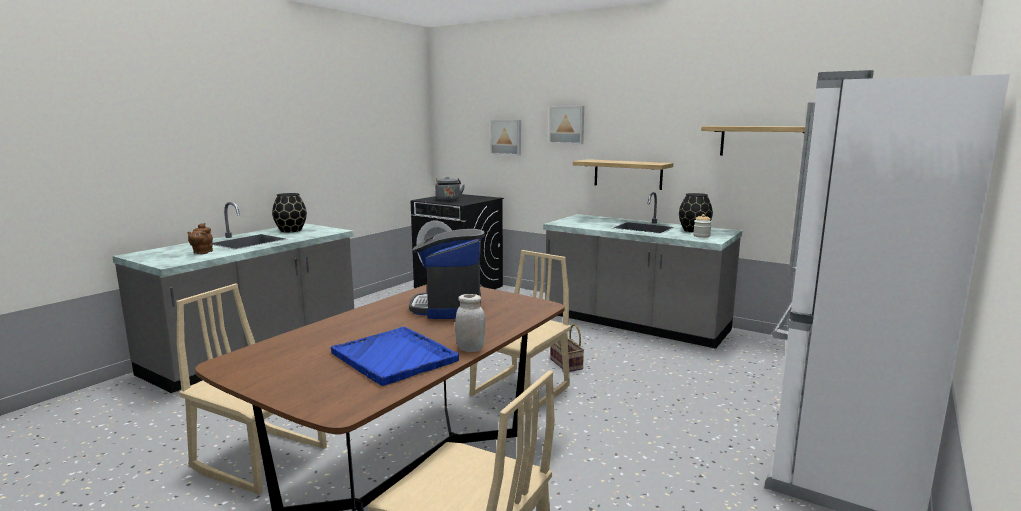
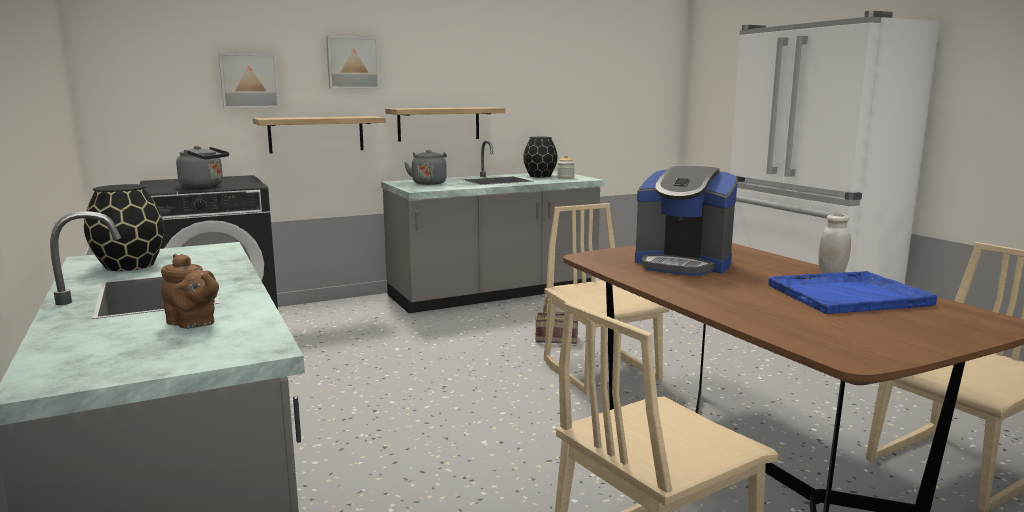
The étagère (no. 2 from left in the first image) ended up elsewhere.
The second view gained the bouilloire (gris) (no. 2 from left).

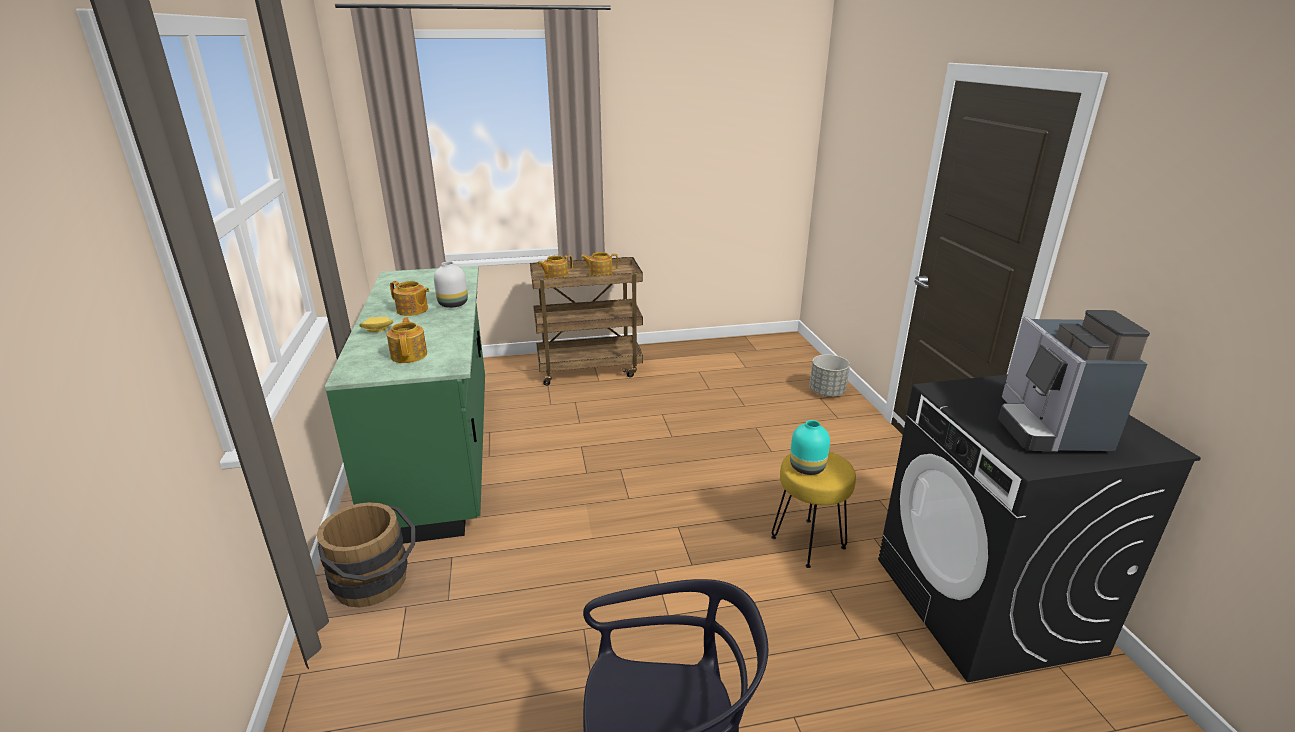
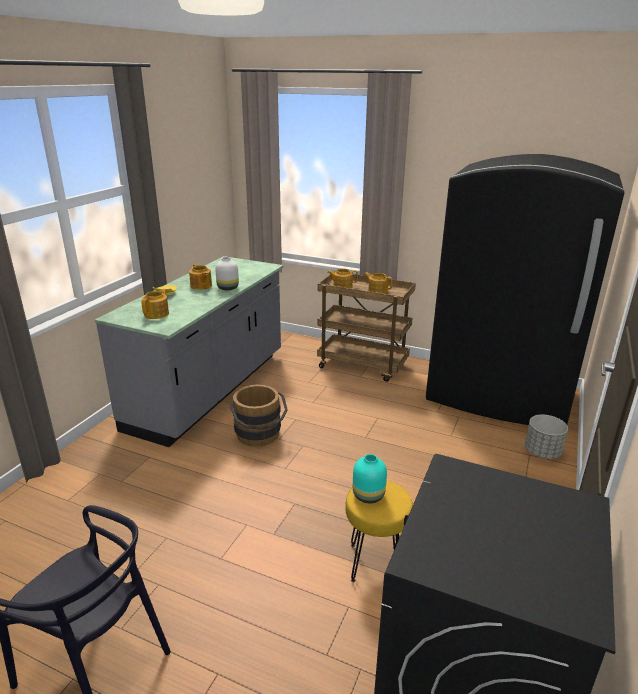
What was the comptoir de cuisine (vert) turned into the comptoir de cuisine (gris).
The second view lost the machine à café.
The seau (marron) ended up elsewhere.
The second view gained the réfrigérateur (noir).

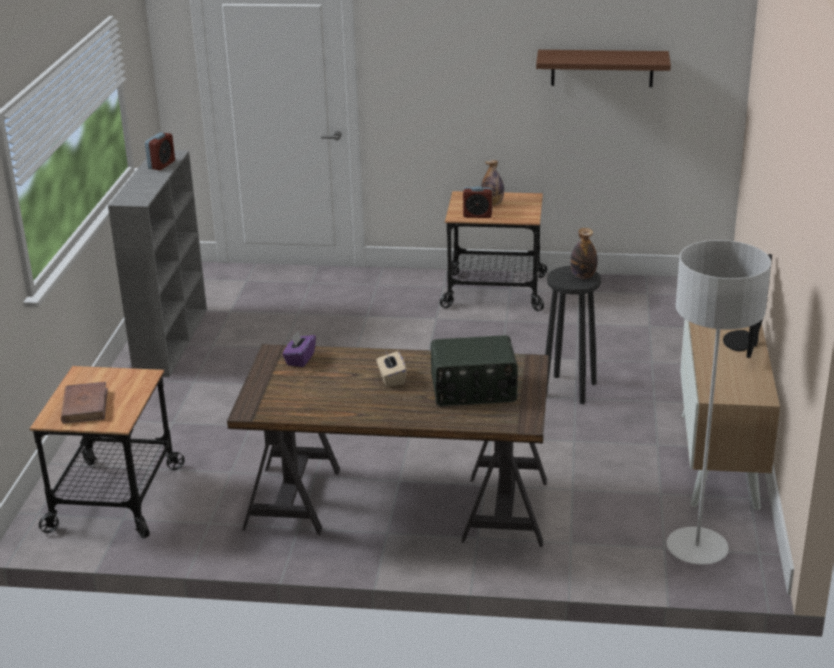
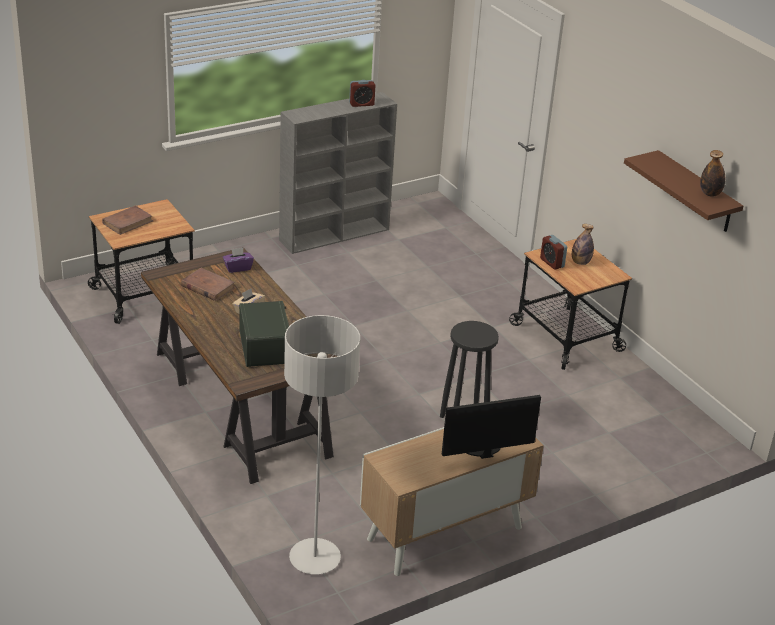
The bouteille (no. 2 from left) ended up elsewhere.
The radio ended up facing another way, 150 degrees counterclockwise from before.
The second view gained the livre (marron) (no. 2 from left).

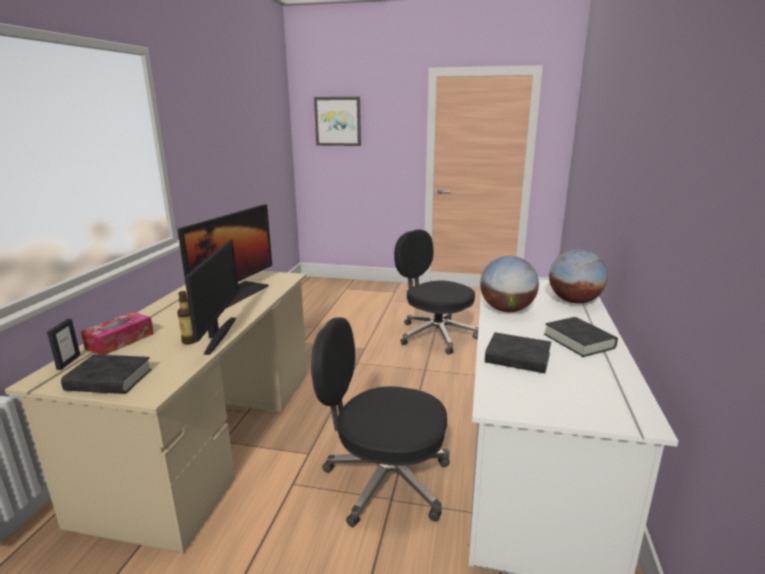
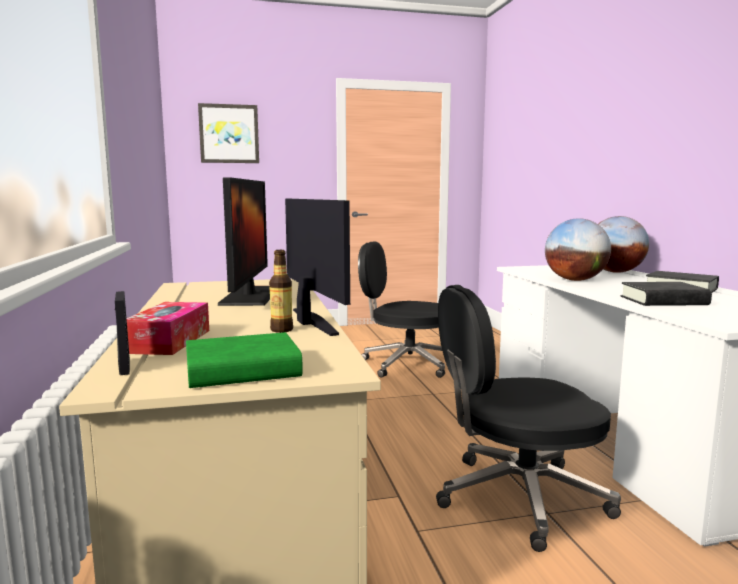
What was the livre (noir) (no. 1 from left) turned into the livre (vert).

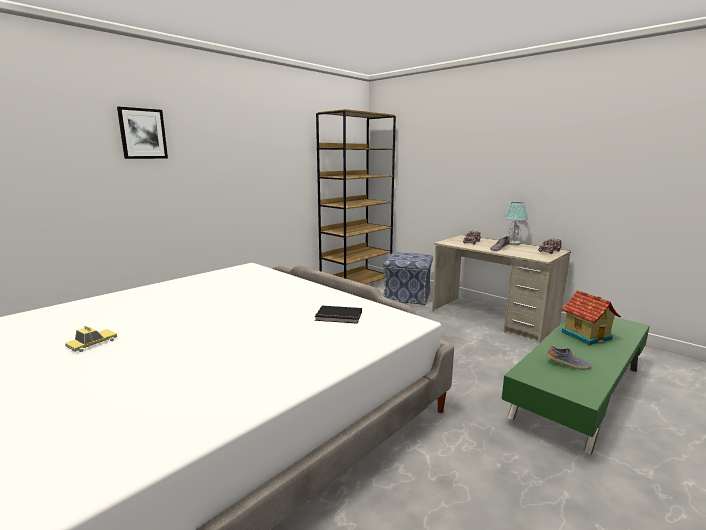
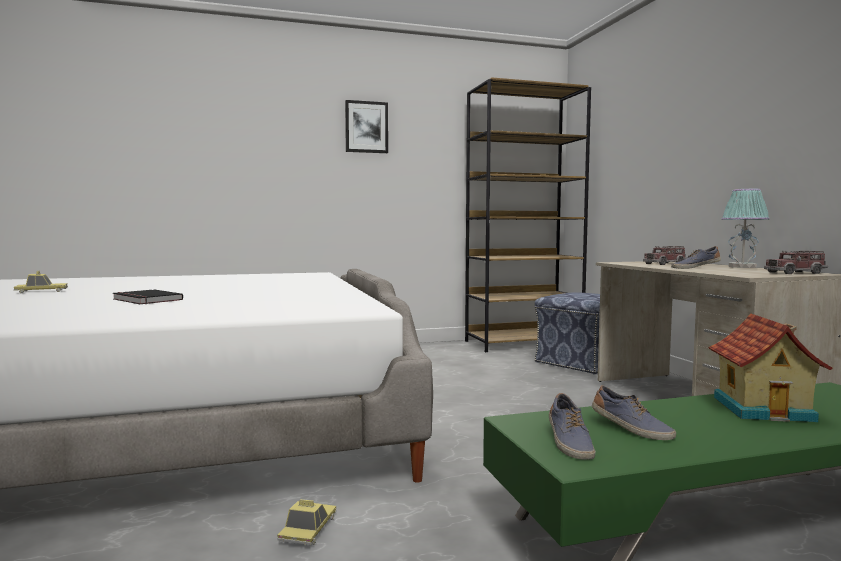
The tableau ended up elsewhere.
The livre (noir) ended up elsewhere.
The second view gained the chaussure (no. 1 from left).
The second view gained the petite voiture (no. 2 from left).

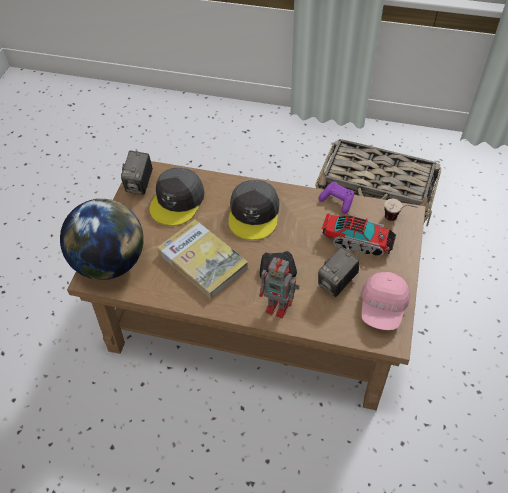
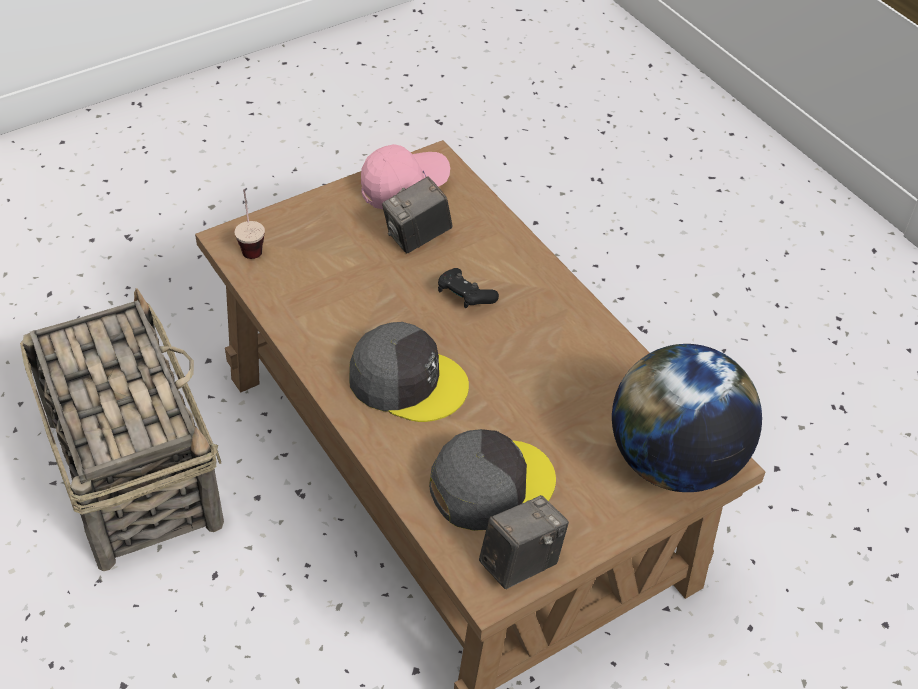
The casquette (gris) (no. 2 from left in the first image) ended up facing another way, 60 degrees clockwise from before.
The second view lost the manette (violet).
The second view lost the camion jouet.
The second view lost the livre.
The appareil photo (no. 2 from left in the first image) ended up facing another way, 150 degrees clockwise from before.
The second view lost the robot jouet.

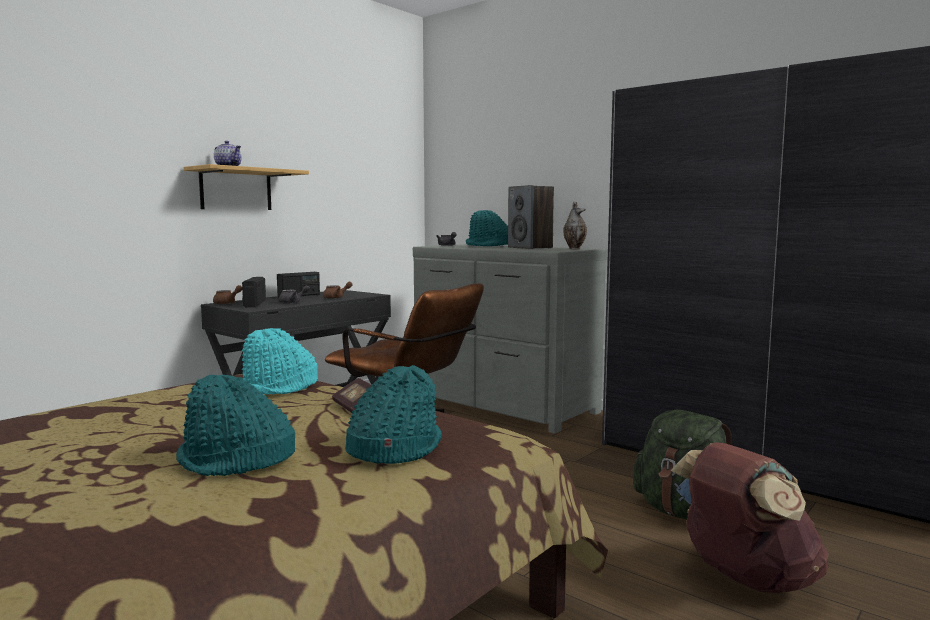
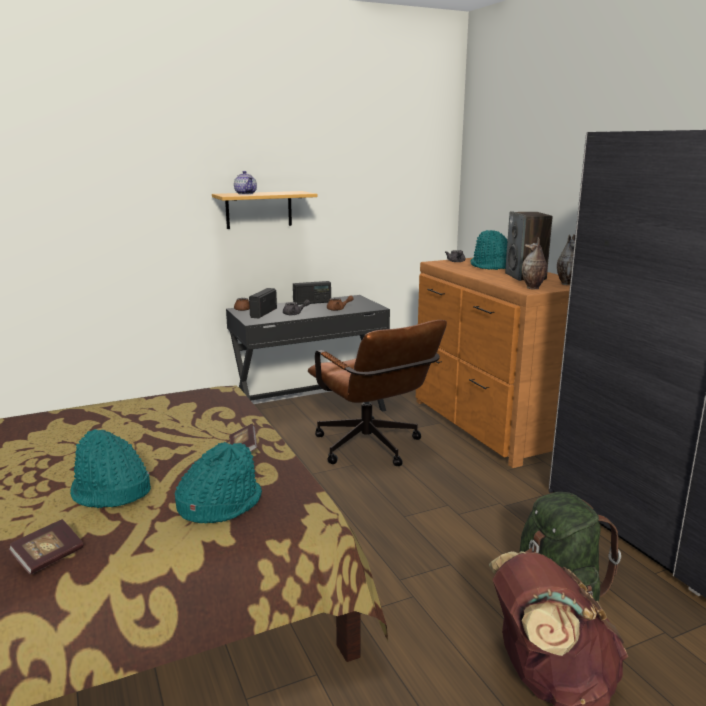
What was the commode (gris) turned into the commode (marron).
The second view lost the chapeau (turquoise) (no. 2 from left).
The second view gained the vase (no. 1 from left).
The second view gained the livre (no. 1 from left).

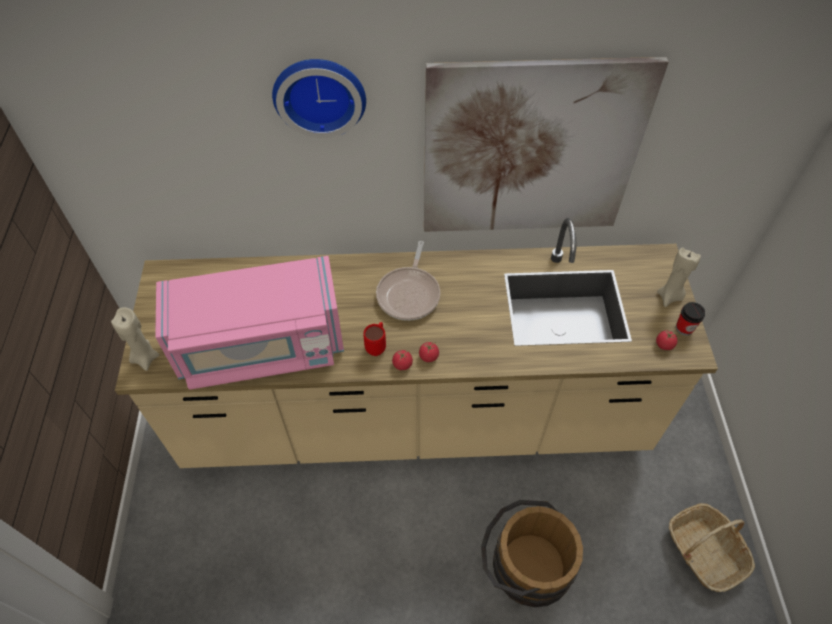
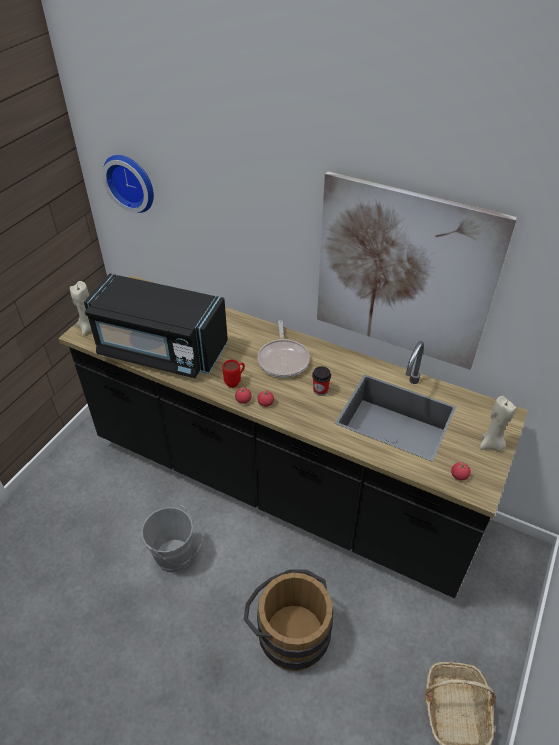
The horloge murale ended up elsewhere.
What was the comptoir de cuisine (beige) turned into the comptoir de cuisine (noir).
The poêle ended up facing another way, 45 degrees counterclockwise from before.
What was the micro-ondes (rose) turned into the micro-ondes (noir).
The tasse ended up elsewhere.
The second view gained the seau (gris).

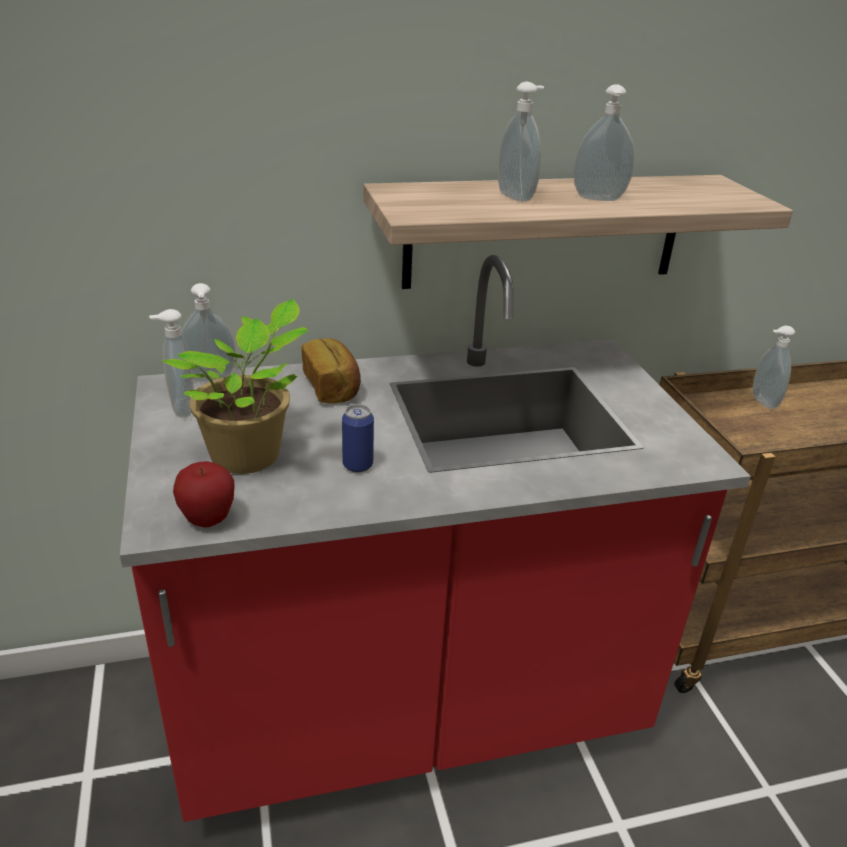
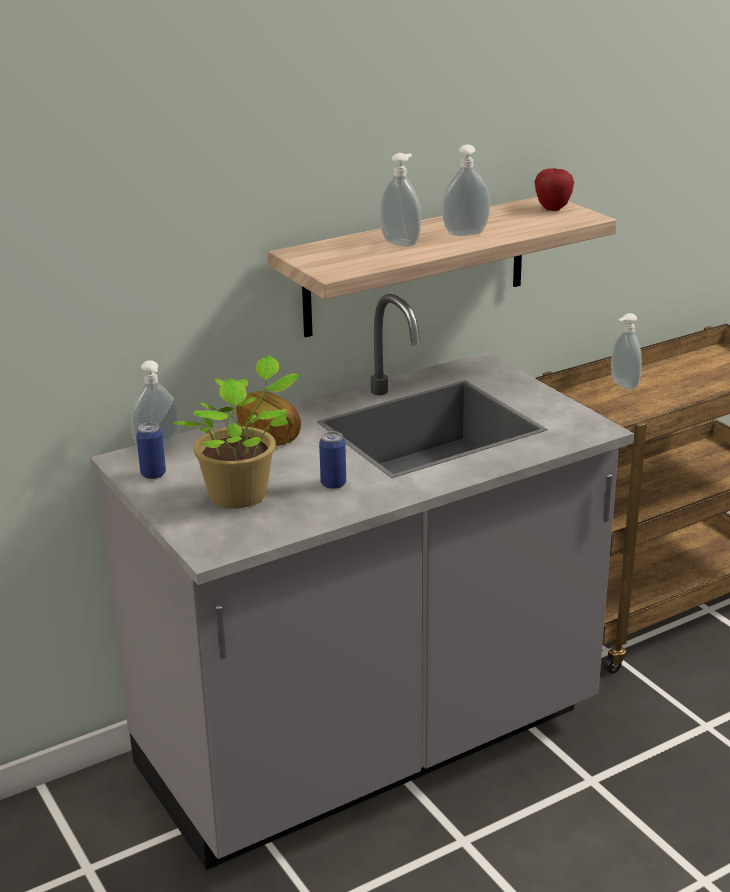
What was the comptoir de cuisine (rouge) turned into the comptoir de cuisine (gris).
Where the distributeur de savon (no. 1 from left) stood, the boîte métallique (no. 1 from left) came to stand.
The pomme ended up elsewhere.

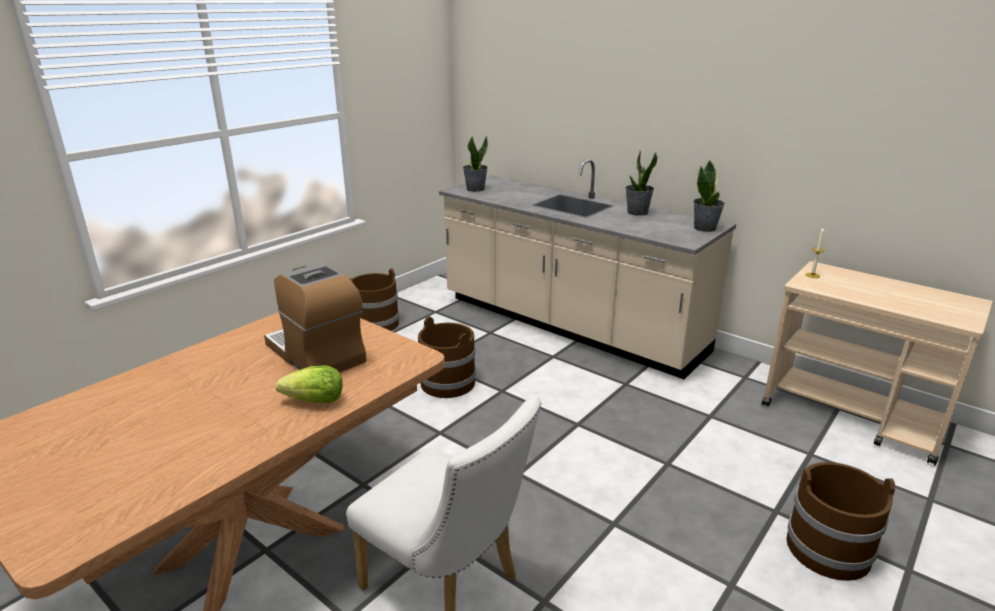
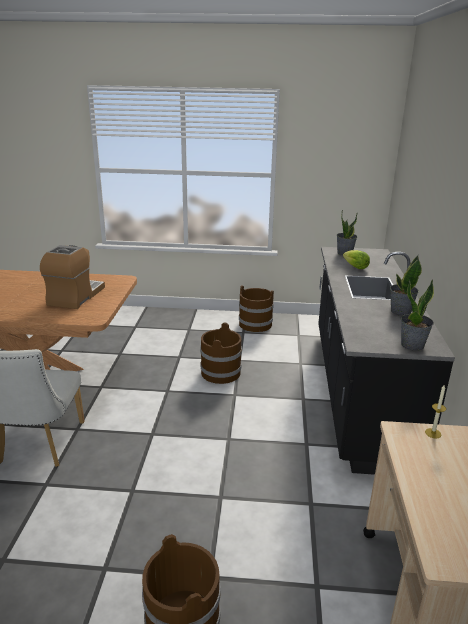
What was the comptoir de cuisine (beige) turned into the comptoir de cuisine (noir).
The laitue ended up elsewhere.

